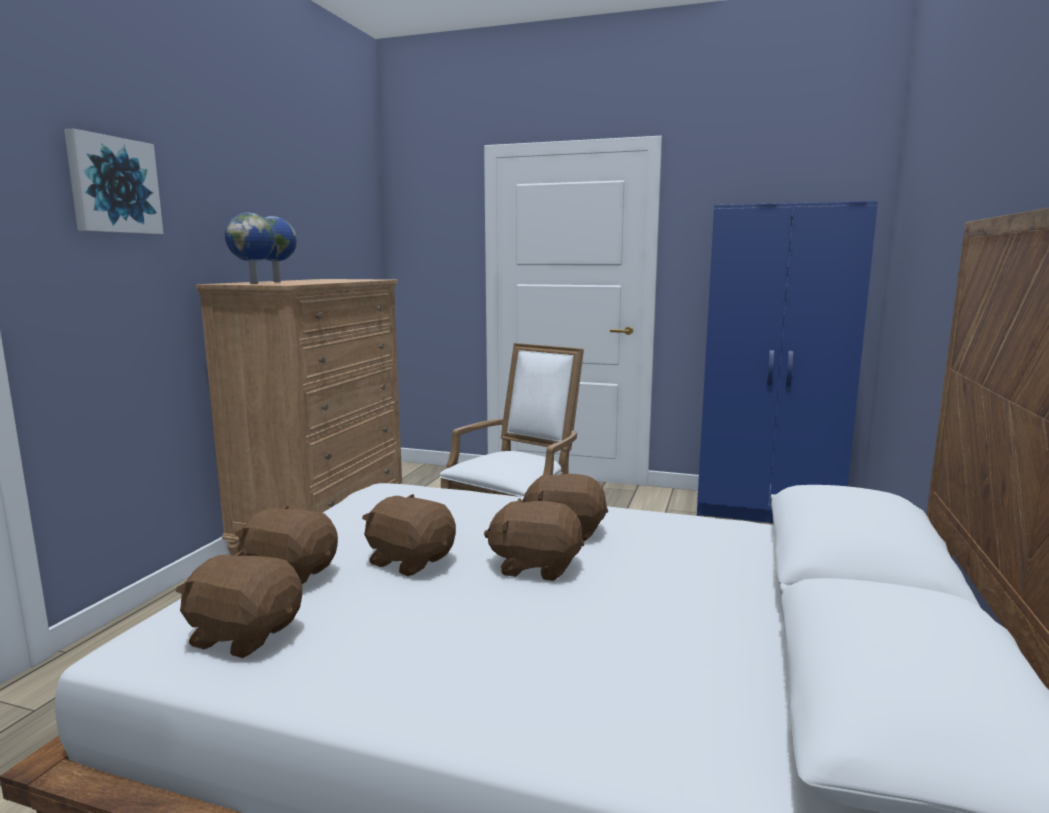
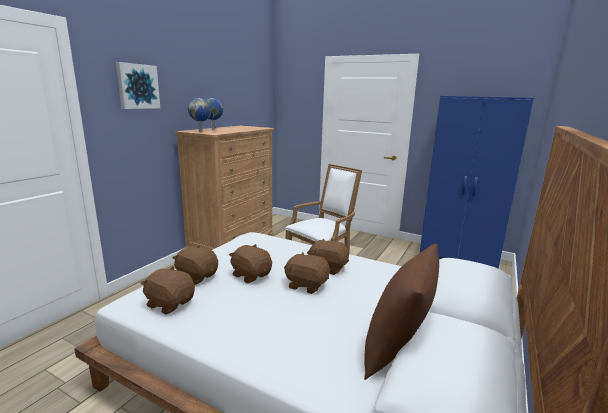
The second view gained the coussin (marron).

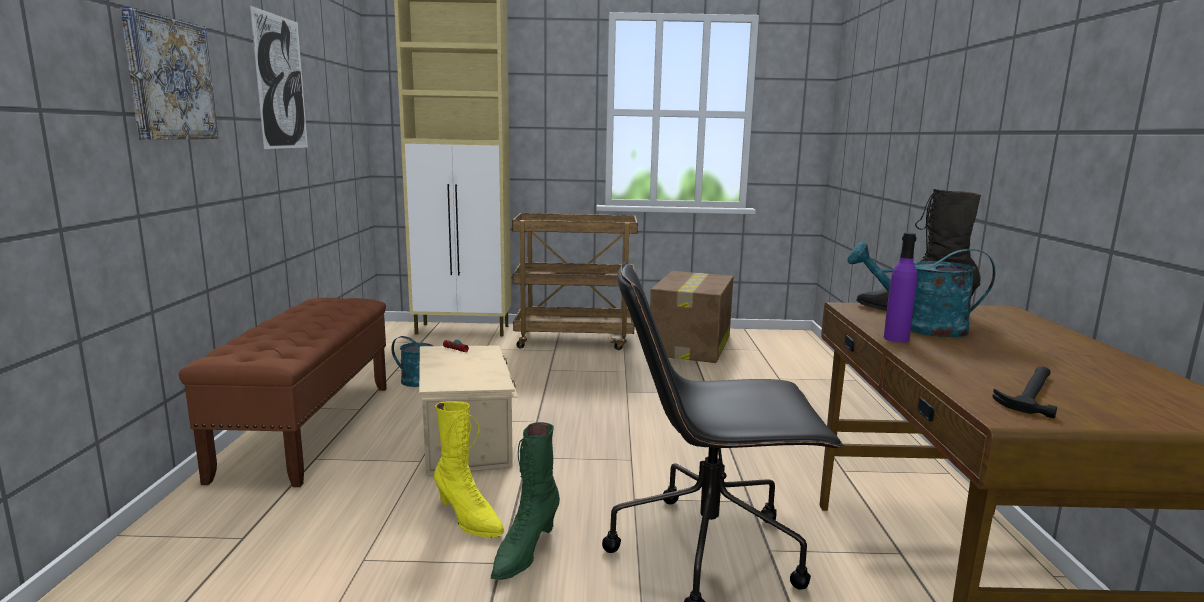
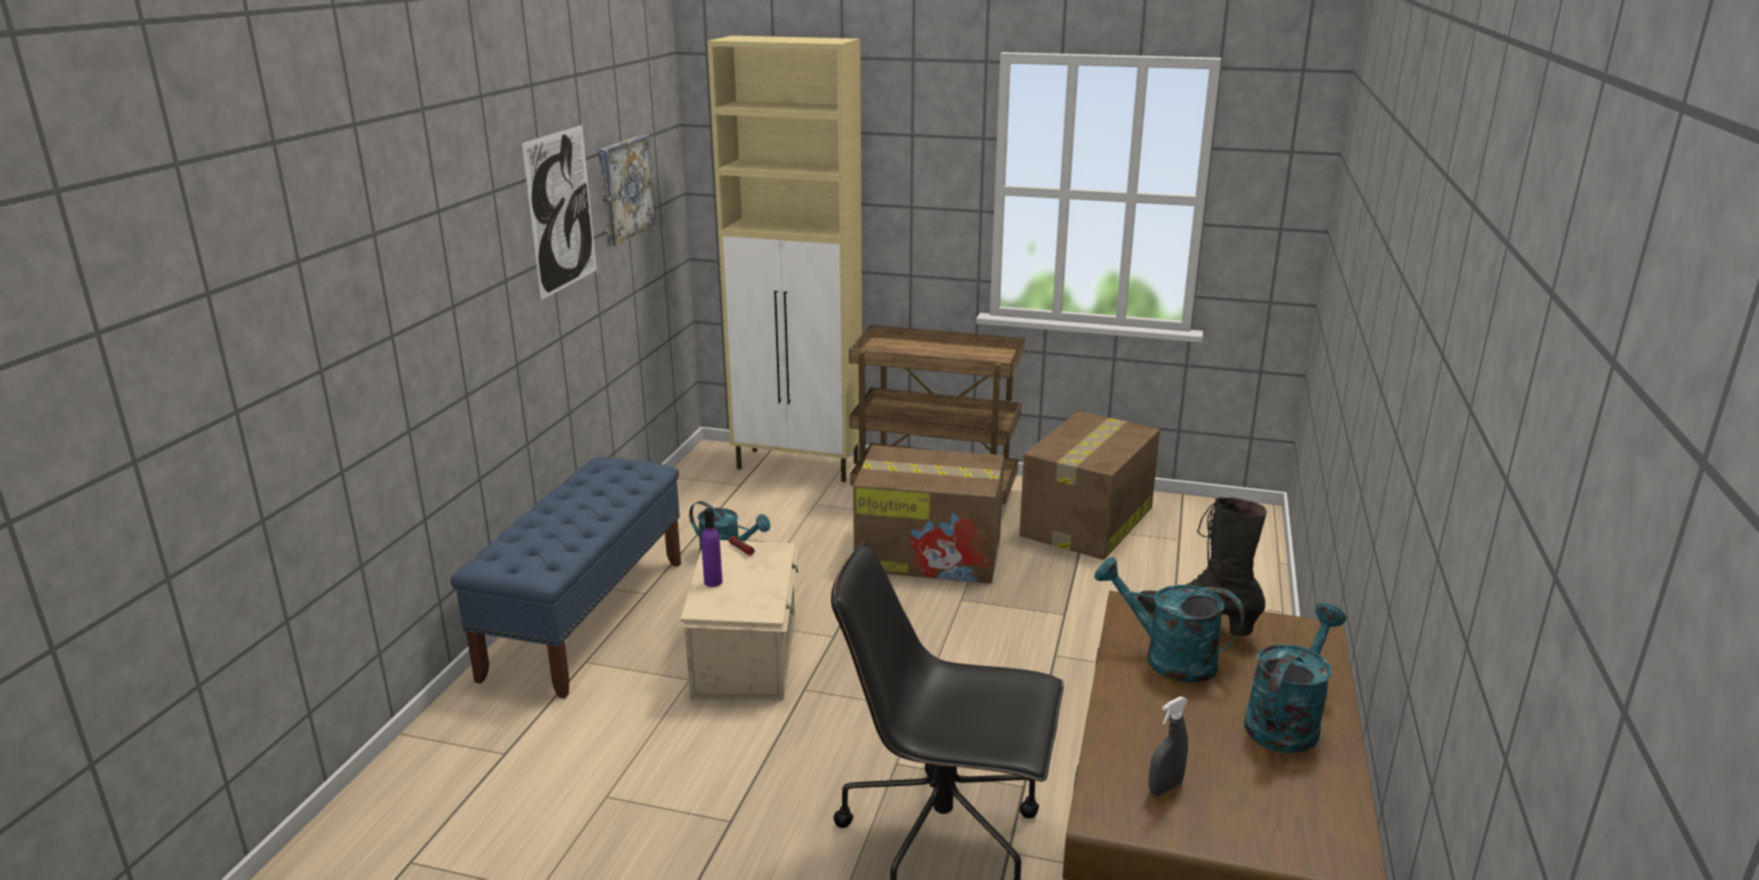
The tableau (no. 1 from left in the first image) ended up elsewhere.
The bouteille (violet) ended up elsewhere.
What was the banc (marron) turned into the banc (bleu).
Where the marteau stood, the vaporisateur (gris) came to stand.
The second view lost the botte (jaune).
The second view lost the botte (vert).
The second view gained the carton (no. 1 from left).
The second view gained the arrosoir (turquoise) (no. 3 from left).

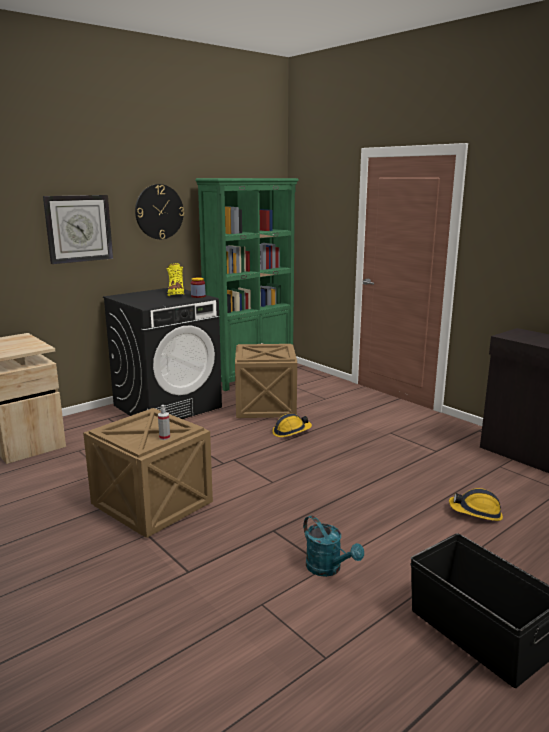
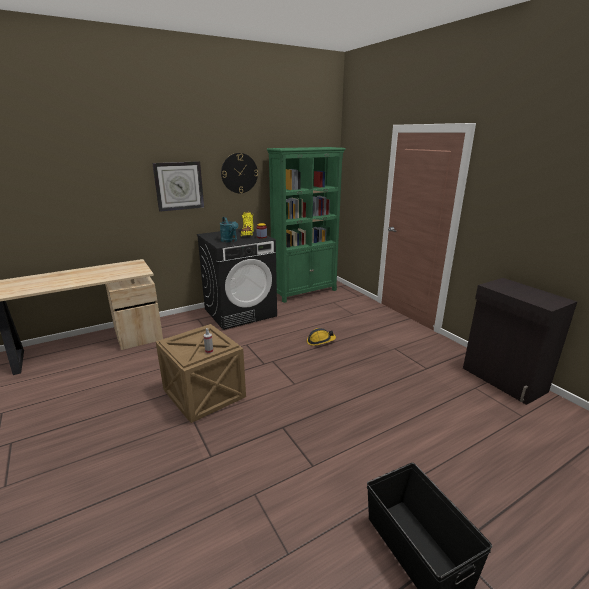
The second view lost the caisse (no. 2 from left).
The second view lost the casque de chantier (no. 2 from left).
The arrosoir (turquoise) ended up elsewhere.

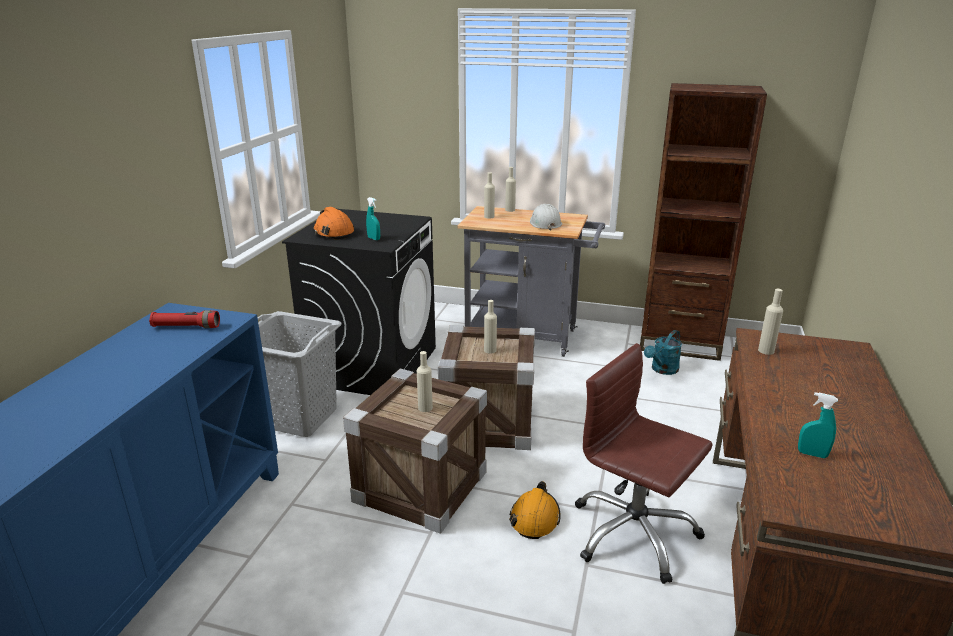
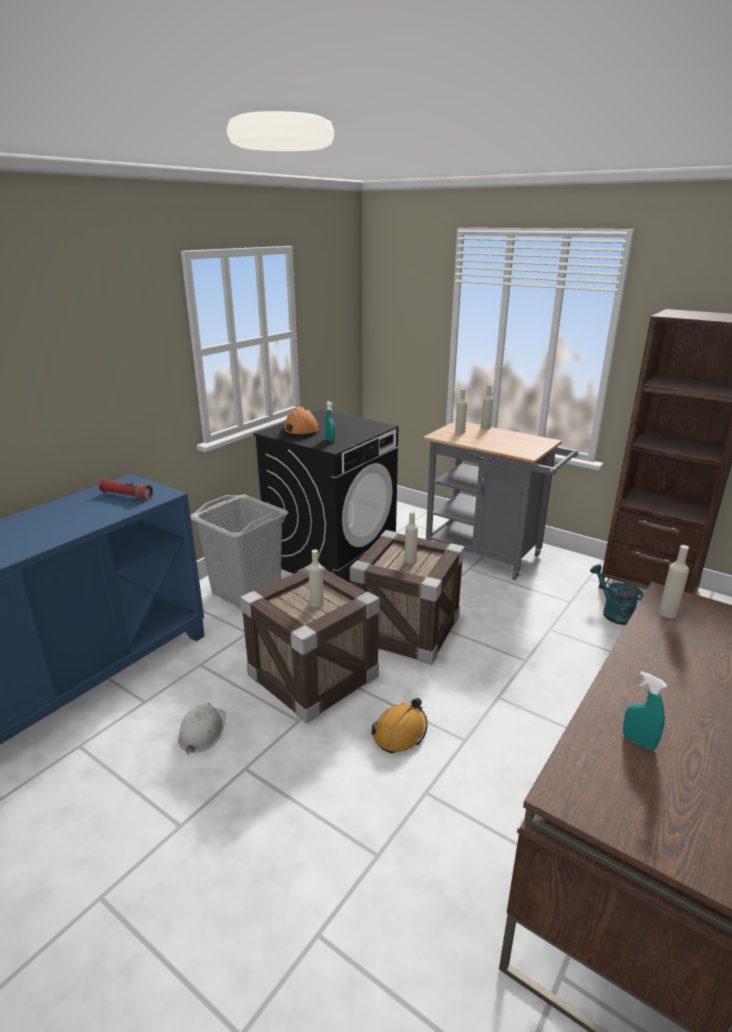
The casque de chantier (blanc) ended up elsewhere.
The arrosoir (turquoise) ended up facing another way, 90 degrees clockwise from before.
The second view lost the chaise de bureau (marron).

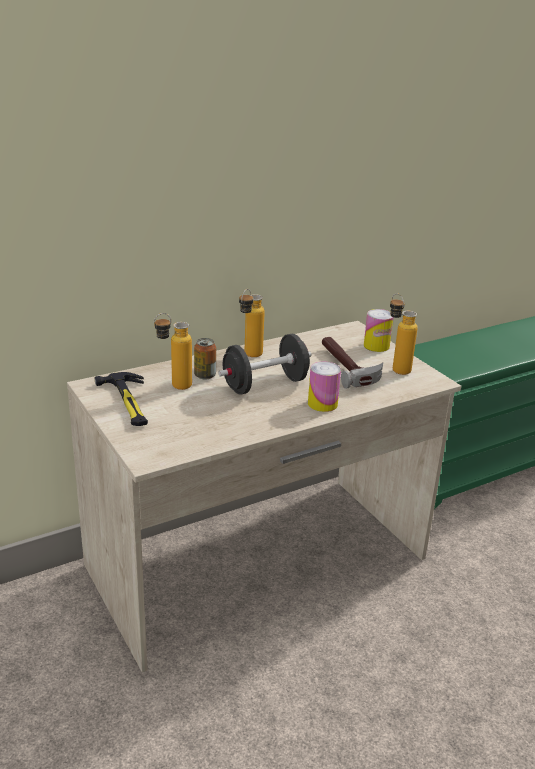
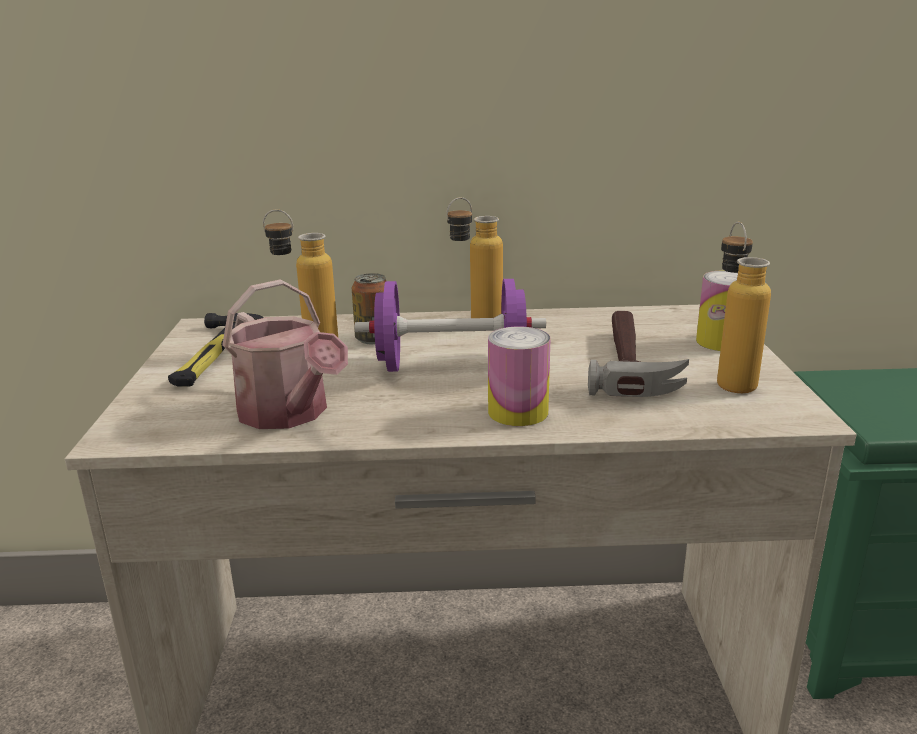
What was the haltère (noir) turned into the haltère (violet).
The second view gained the arrosoir.

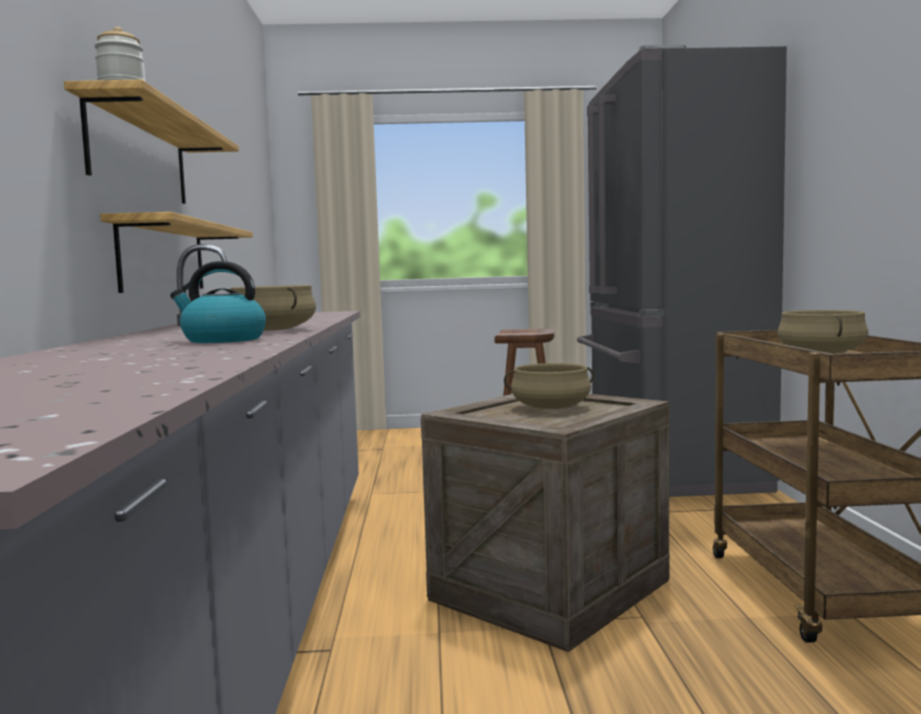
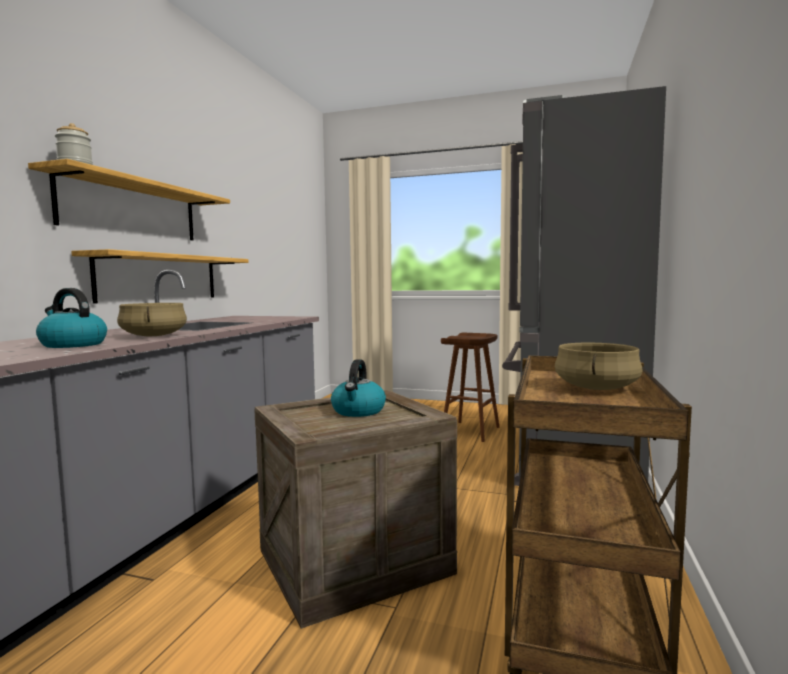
Where the marmite (beige) (no. 2 from left) stood, the bouilloire (no. 2 from left) came to stand.

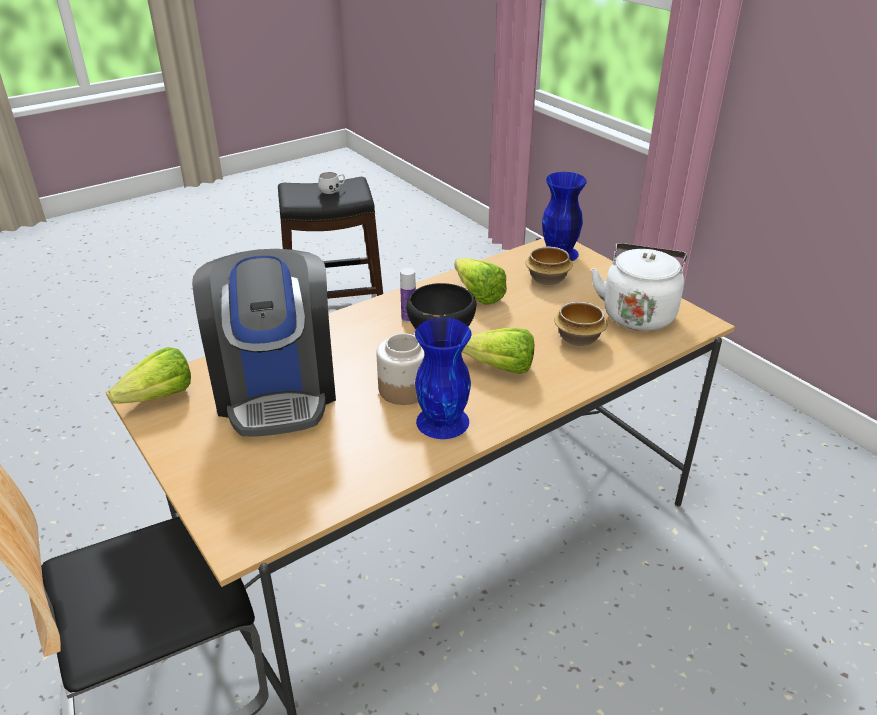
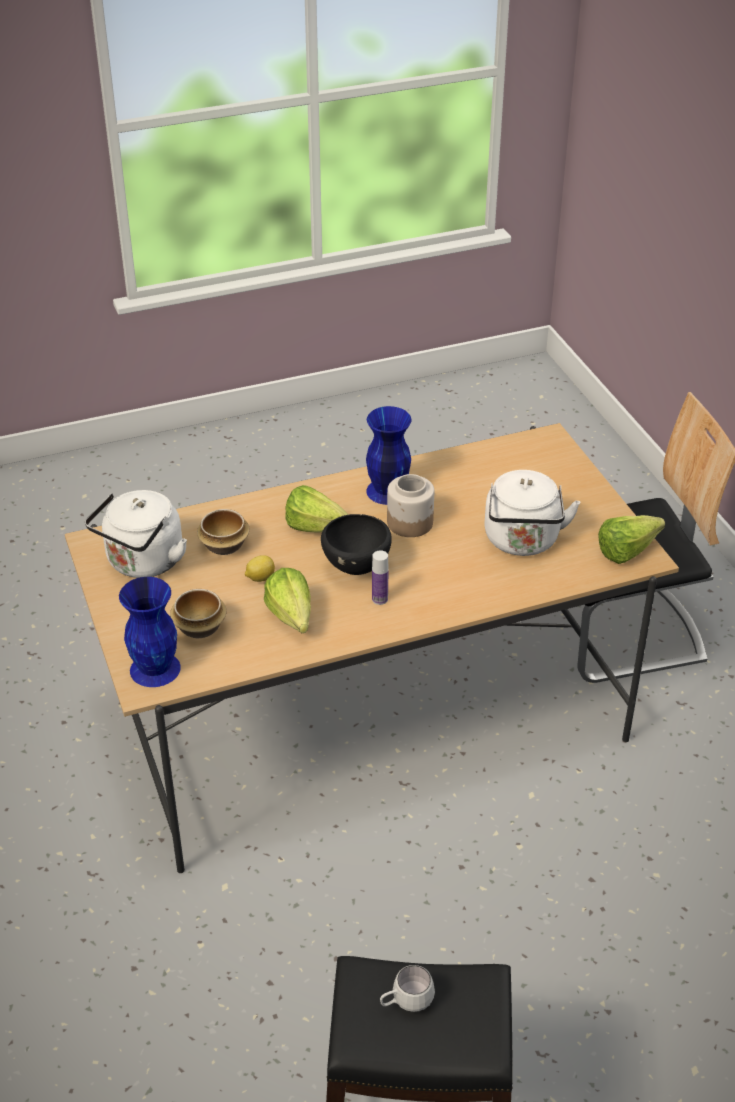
Where the machine à café stood, the bouilloire (blanc) (no. 2 from left) came to stand.
The second view gained the citron.

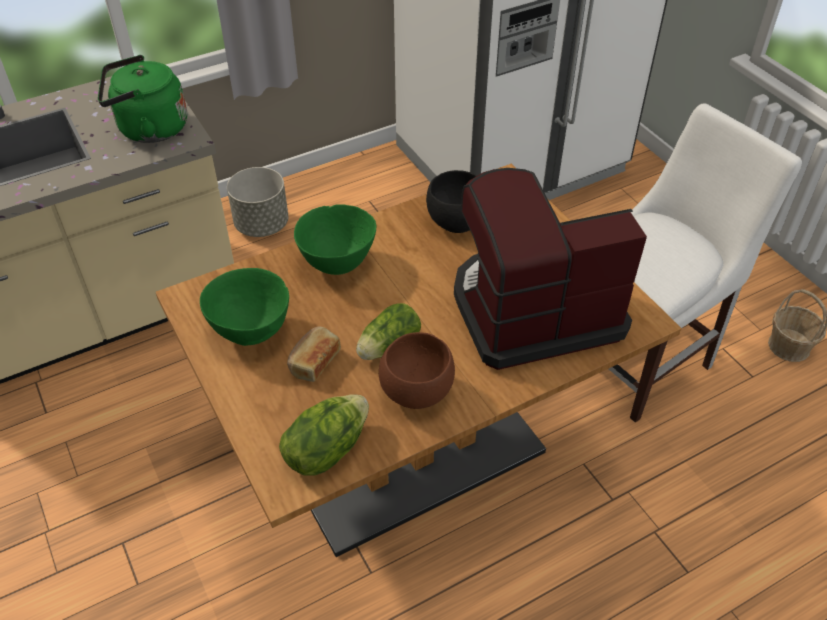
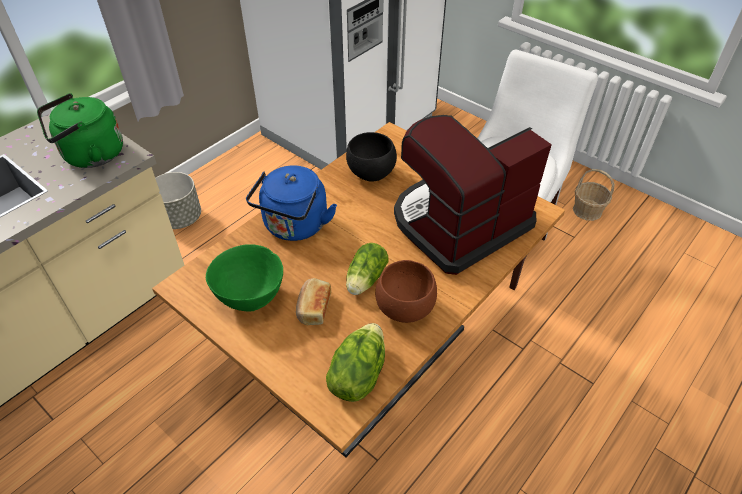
Where the bol (vert) (no. 2 from left) stood, the bouilloire (bleu) came to stand.

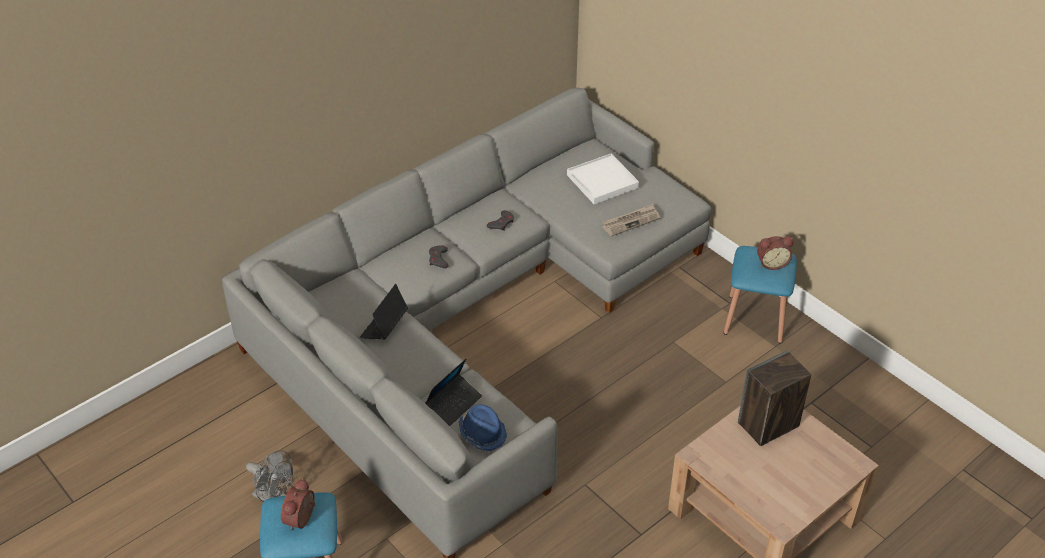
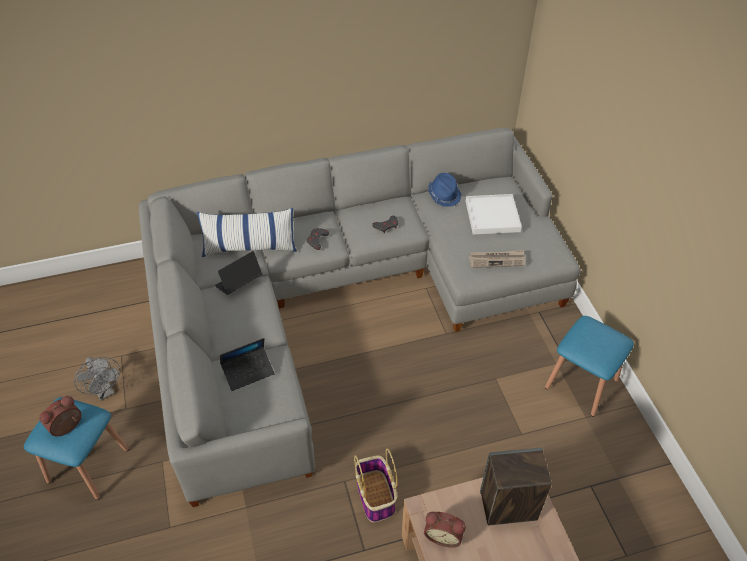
The réveil (no. 2 from left) ended up elsewhere.
The chapeau (bleu) ended up elsewhere.
The second view gained the coussin.
The second view gained the panier.

